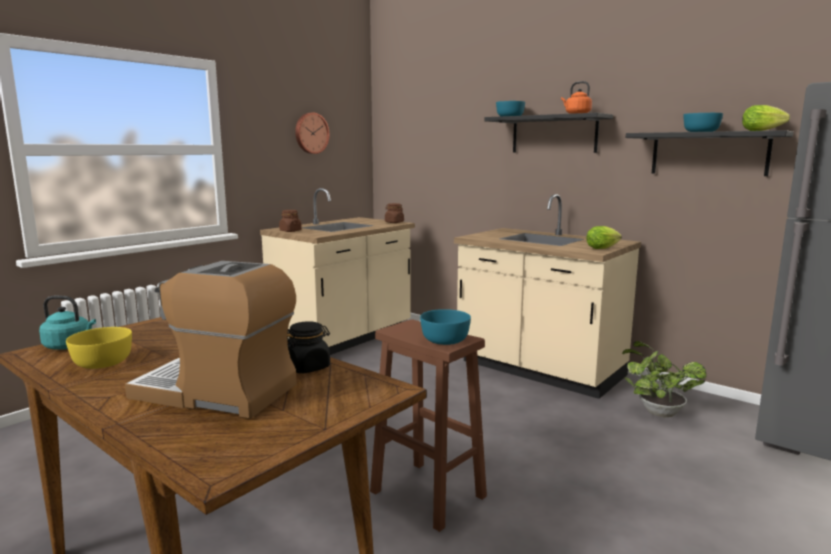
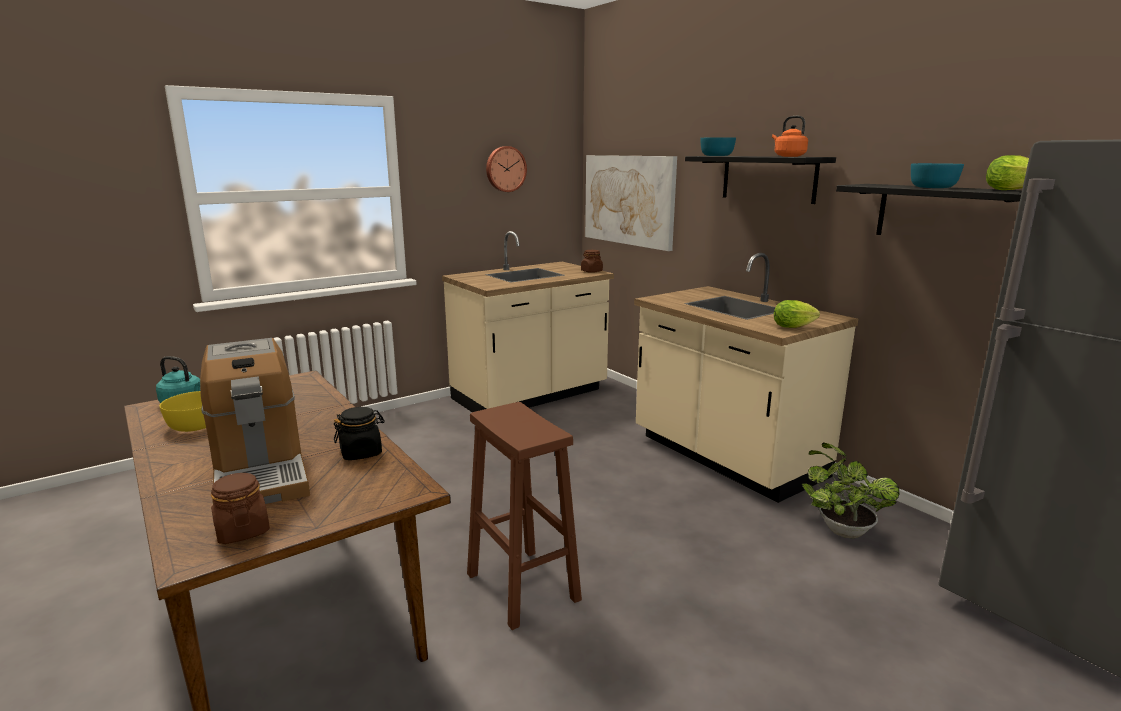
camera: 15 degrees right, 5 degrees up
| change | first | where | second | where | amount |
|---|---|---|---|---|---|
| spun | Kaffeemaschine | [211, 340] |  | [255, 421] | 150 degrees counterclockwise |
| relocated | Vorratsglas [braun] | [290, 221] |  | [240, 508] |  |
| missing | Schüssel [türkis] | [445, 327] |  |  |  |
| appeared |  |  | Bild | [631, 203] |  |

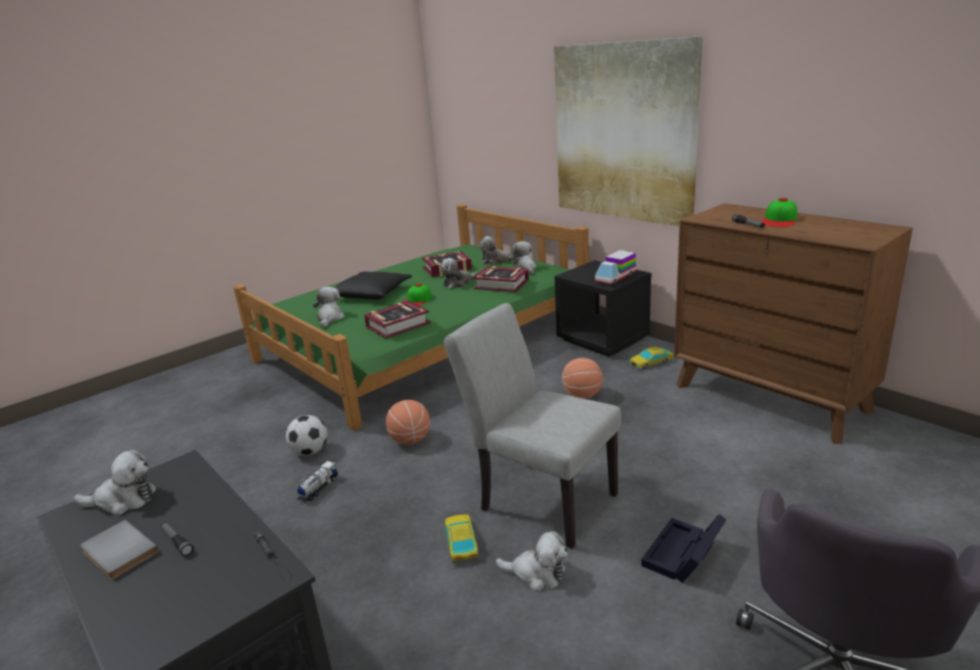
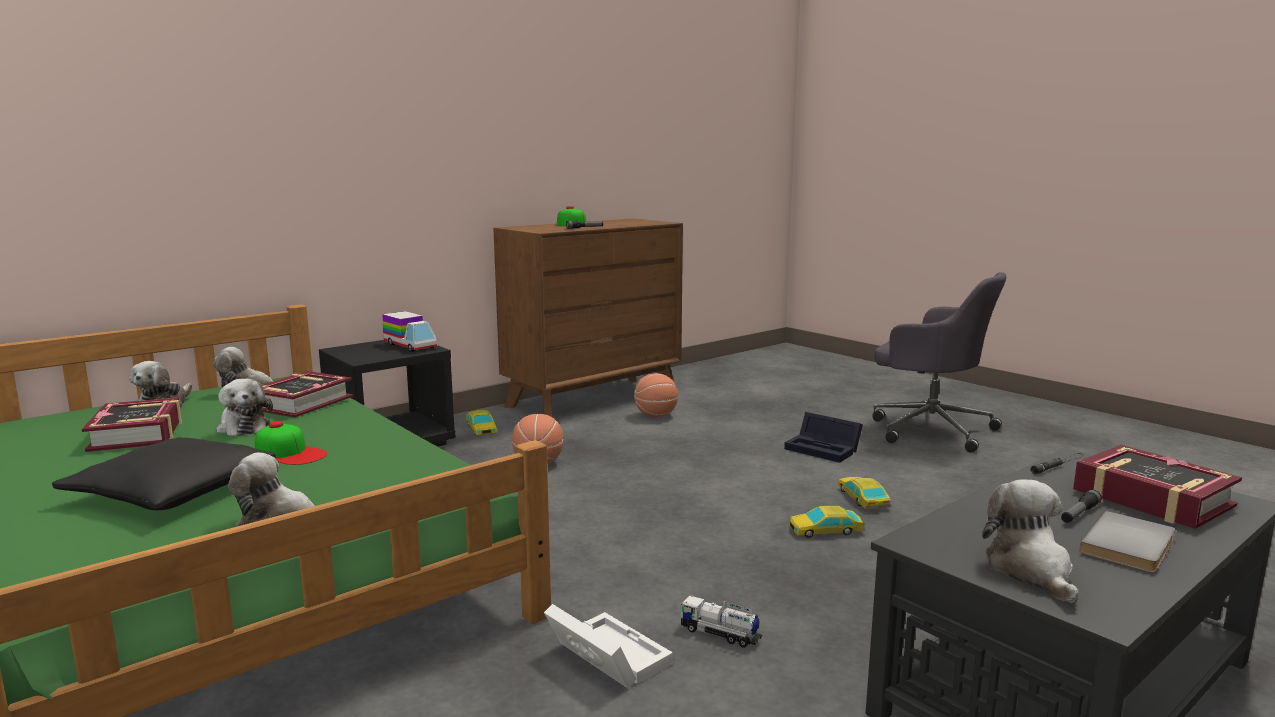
camera: 90 degrees left, 10 degrees down
| change | first | where | second | where | amount |
|---|---|---|---|---|---|
| exchanged | Fußball | [306, 435] | Aufbewahrungsbox [weiß] | [608, 646] |  |
| relocated | Buch | [397, 320] |  | [1157, 487] |  |
| relocated | Basketball | [408, 422] |  | [656, 395] |  |
| missing | Stuhl [grau] | [532, 426] |  |  |  |
| exchanged | Plüschtier | [532, 561] | Spielzeugauto | [864, 493] |  |
| missing | Bild | [628, 131] |  |  |  |

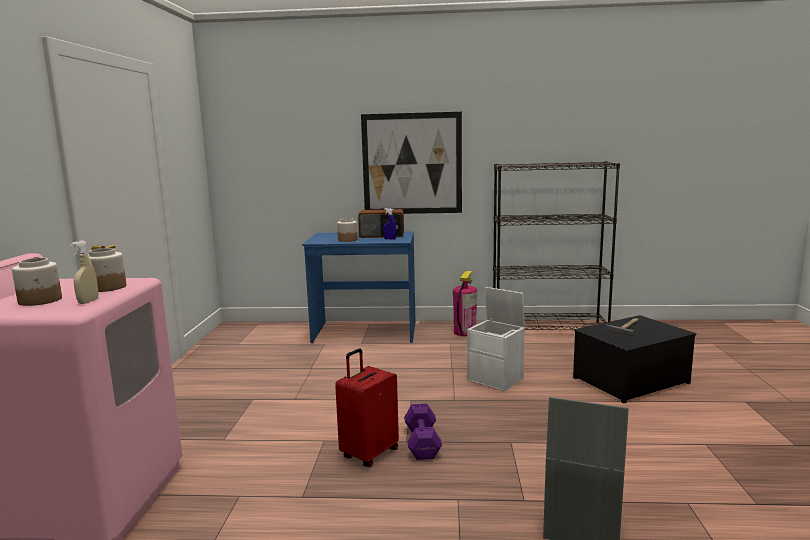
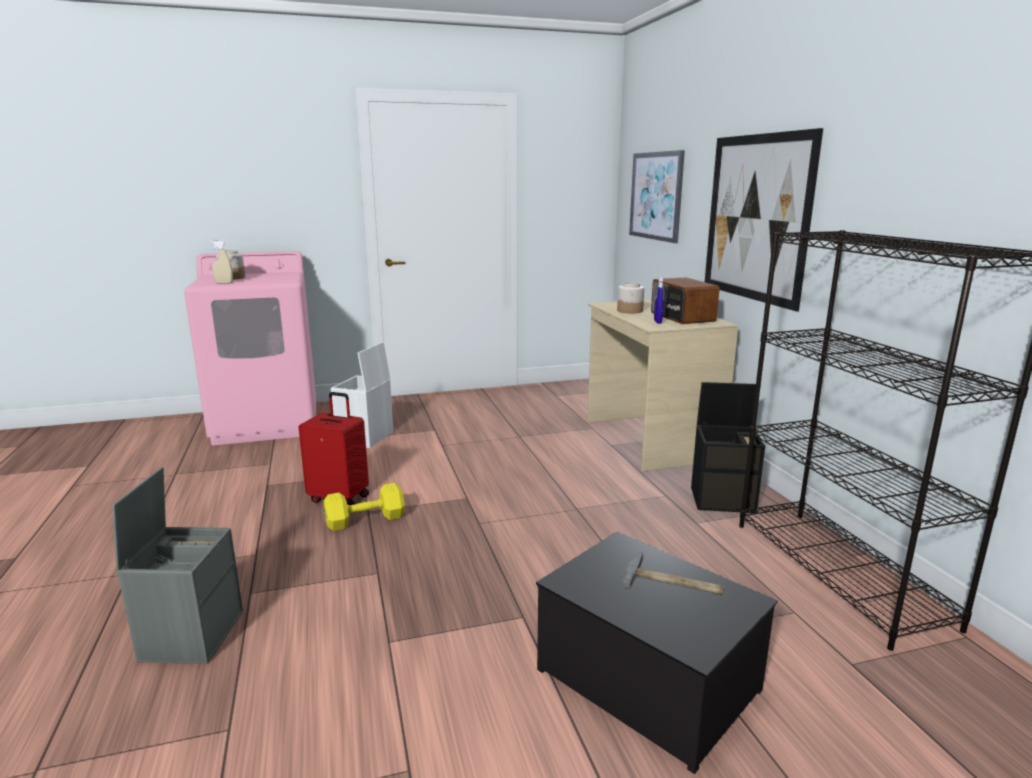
camera: 70 degrees right, 5 degrees up
| change | first | where | second | where | amount |
|---|---|---|---|---|---|
| missing | Vorratsglas | [107, 270] |  |  |  |
| colour | Schreibtisch [blau] | [358, 287] | Schreibtisch [beige] | [662, 385] |  |
| colour | Hantel [lila] | [423, 432] | Hantel [gelb] | [364, 507] |  |
| exchanged | Feuerlöscher | [465, 303] | Aufbewahrungsbox [schwarz] | [728, 447] |  |
| relocated | Aufbewahrungsbox [weiß] | [496, 339] |  | [362, 395] |  |
| appeared |  |  | Bild | [657, 196] |  |

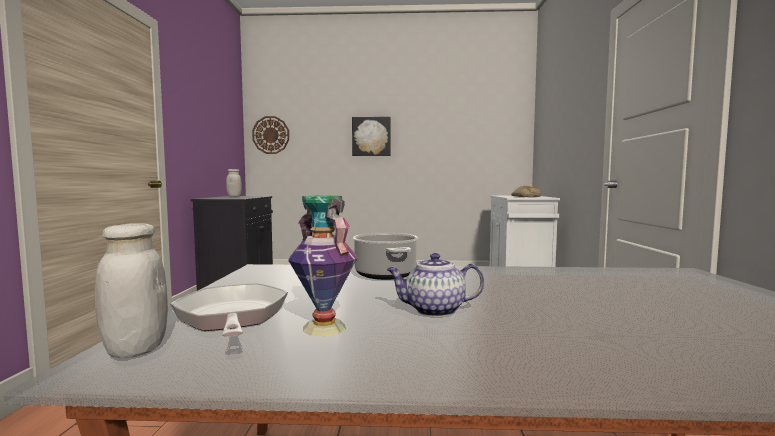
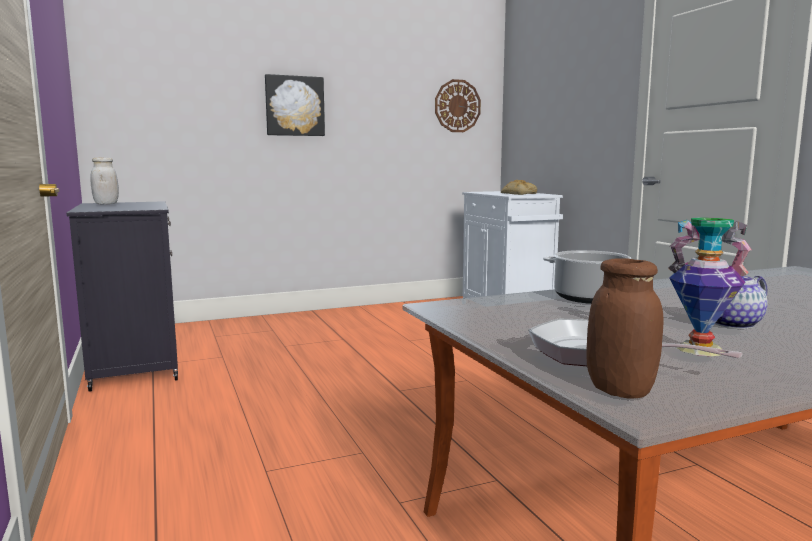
camera: 25 degrees left, 5 degrees up
| change | first | where | second | where | amount |
|---|---|---|---|---|---|
| colour | Vorratsglas [weiß] | [131, 290] | Vorratsglas [braun] | [625, 328] |  |
| relocated | Wanduhr | [270, 135] |  | [458, 105] |  |

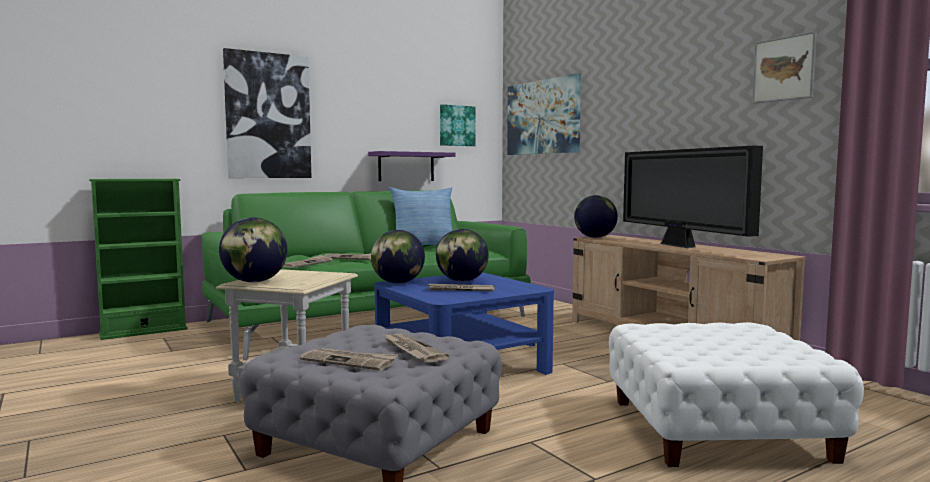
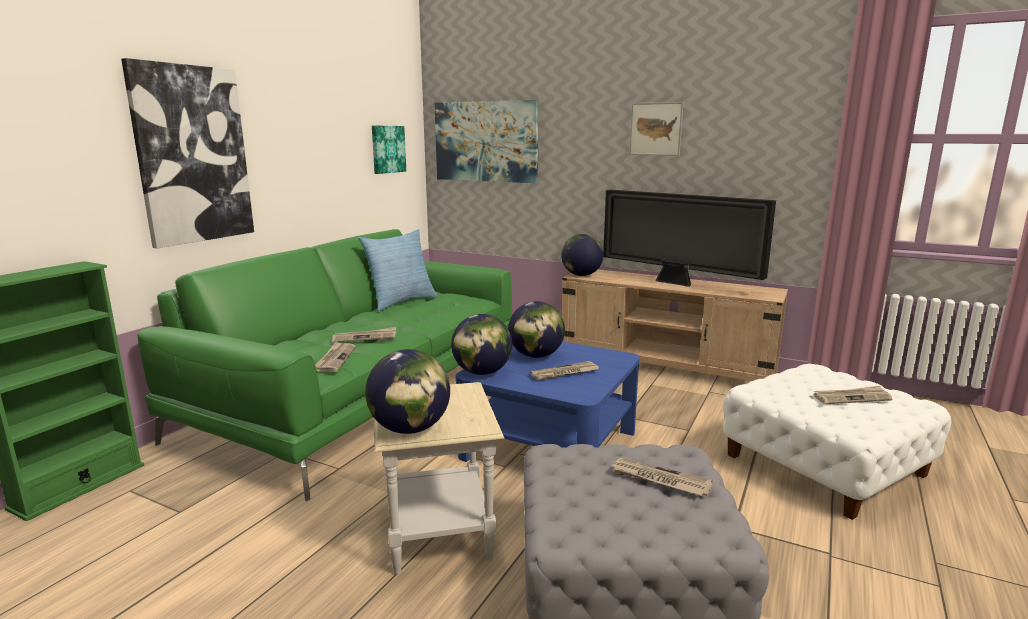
camera: 30 degrees left, 10 degrees up
| change | first | where | second | where | amount |
|---|---|---|---|---|---|
| relocated | Zeitung | [349, 359] |  | [852, 395] |  |
| missing | Wandregal [lila] | [411, 166] |  |  |  |
| relocated | Bild | [784, 67] |  | [657, 129] |  |

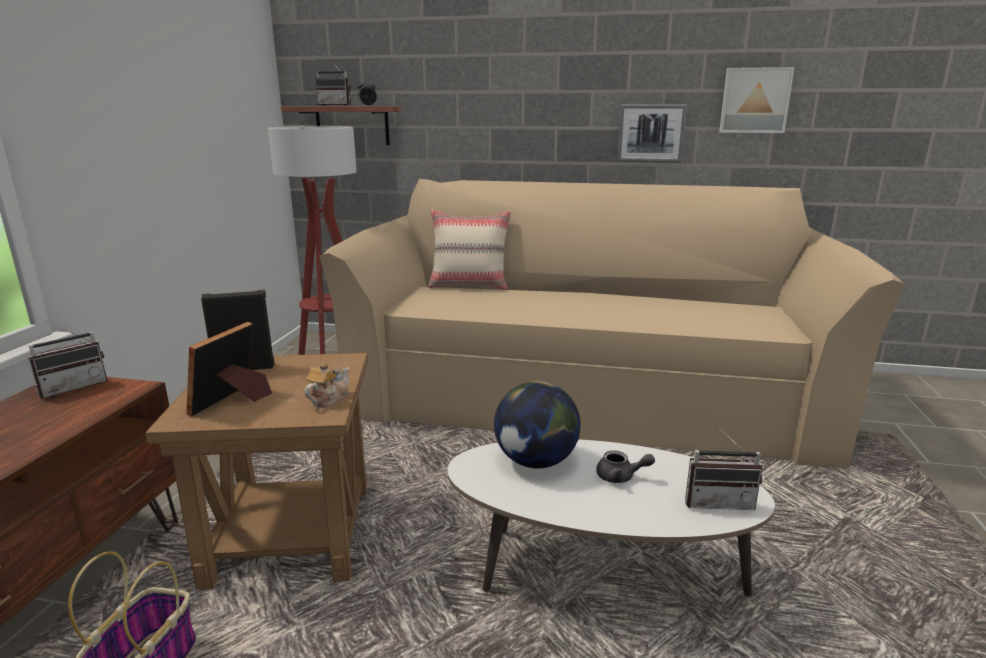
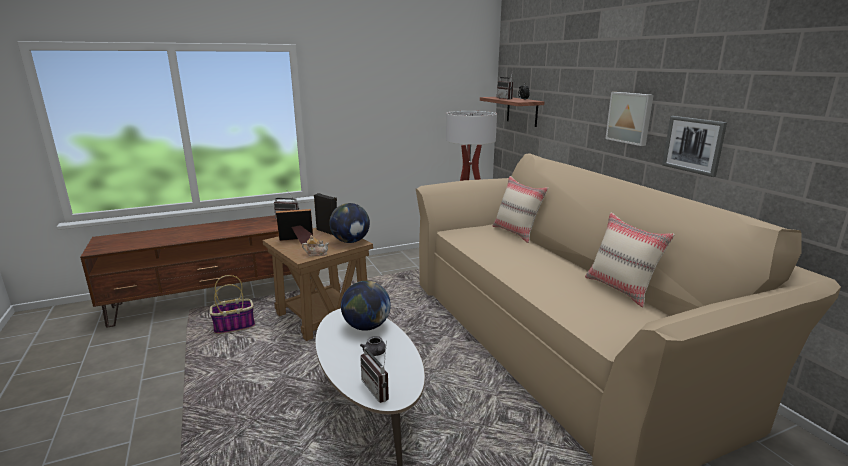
camera: 55 degrees right, 0 degrees up
| change | first | where | second | where | amount |
|---|---|---|---|---|---|
| relocated | Bild | [757, 100] |  | [629, 119] |  |
| appeared |  |  | Globus | [349, 223] |  |
| appeared |  |  | Kissen [beige] | [630, 260] |  |

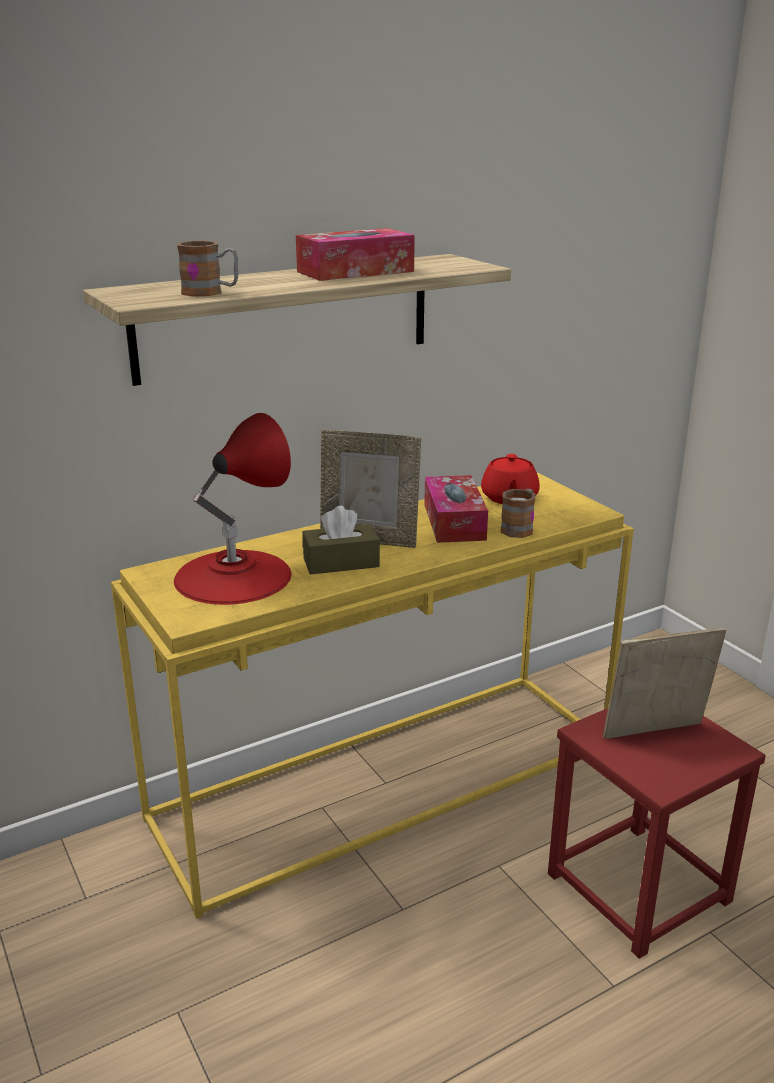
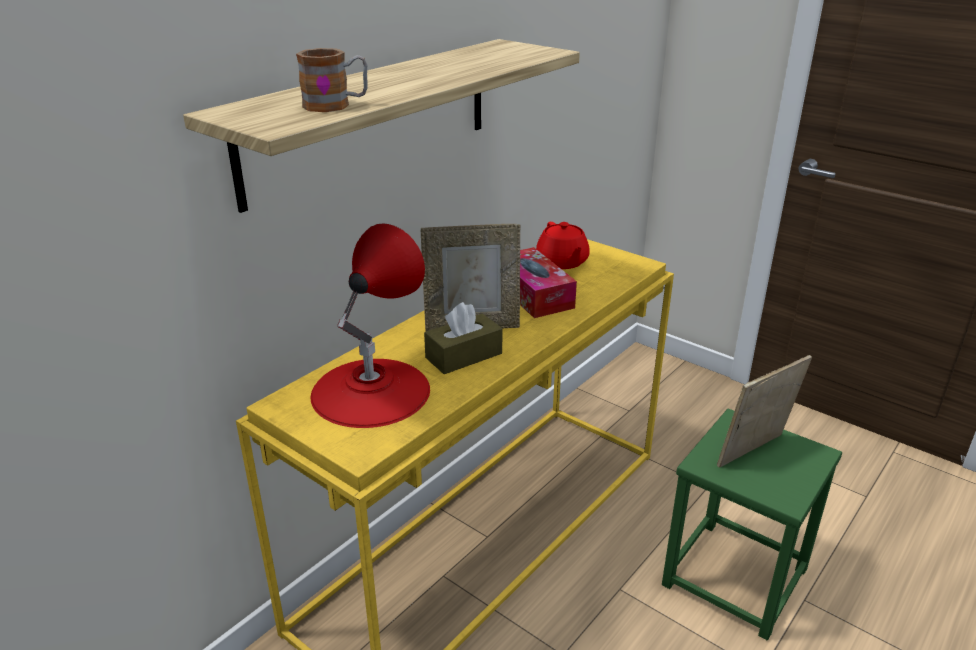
camera: 20 degrees left, 5 degrees up
| change | first | where | second | where | amount |
|---|---|---|---|---|---|
| missing | Taschentuchbox | [355, 254] |  |  |  |
| missing | Henkelbecher | [517, 513] |  |  |  |
| colour | Hocker [rot] | [657, 833] | Hocker [grün] | [752, 524] |  |

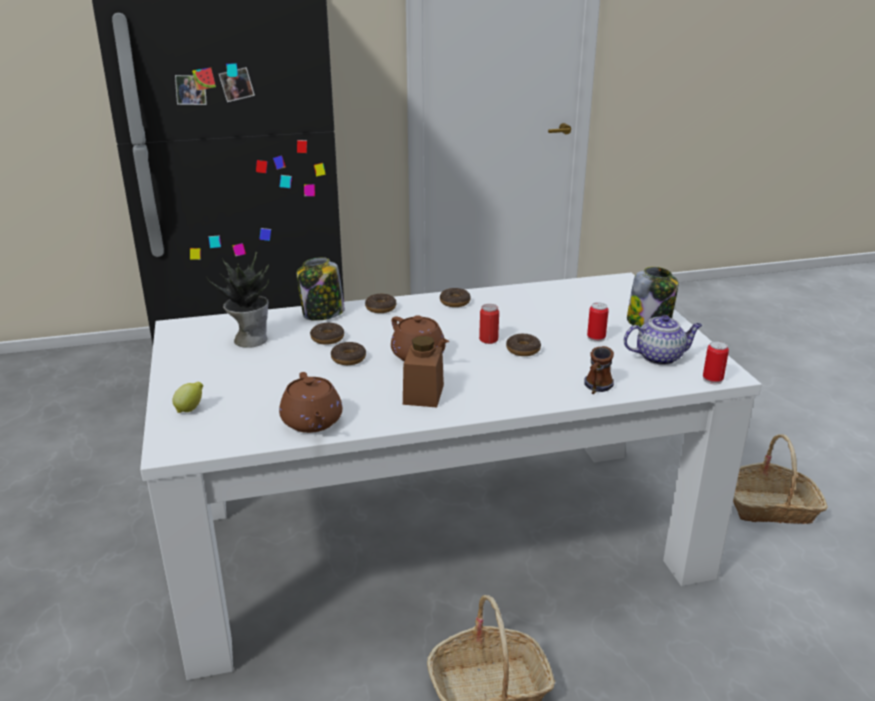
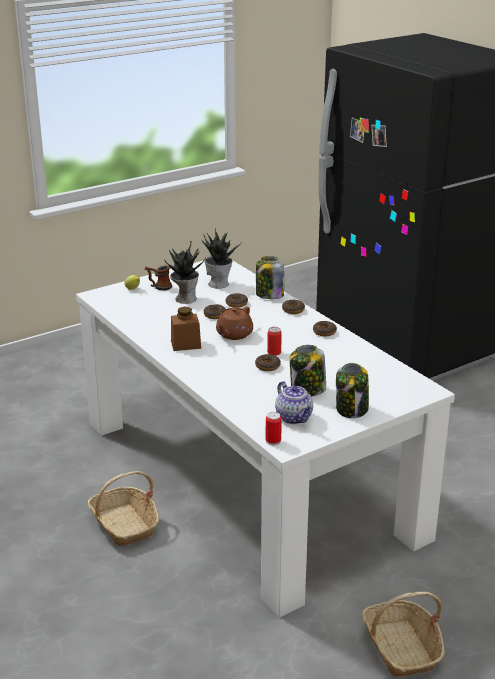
camera: 70 degrees right, 0 degrees up
| change | first | where | second | where | amount |
|---|---|---|---|---|---|
| missing | Teekanne [braun] | [310, 402] |  |  |  |
| relocated | Henkelbecher | [599, 370] |  | [158, 277] |  |
| exchanged | Dose | [598, 322] | Vorratsglas | [308, 371] |  |
| appeared |  |  | Topfpflanze | [185, 272] |  |

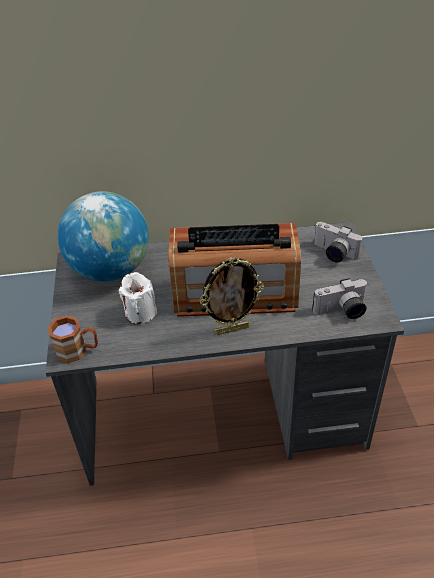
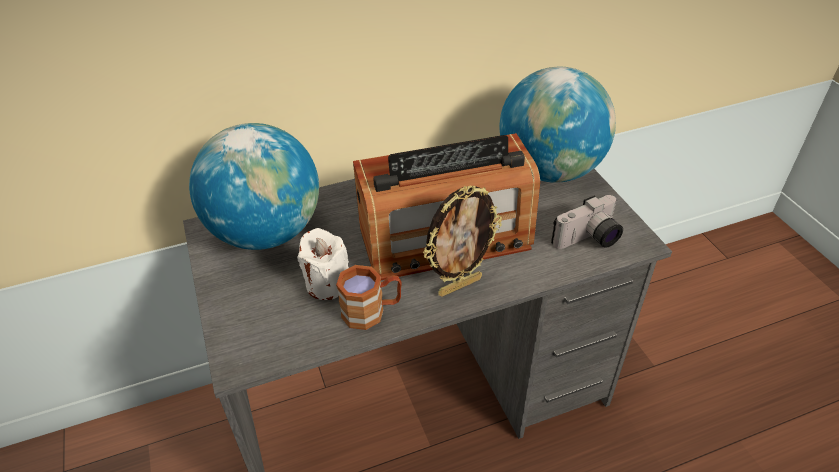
camera: 15 degrees left, 0 degrees up
| change | first | where | second | where | amount |
|---|---|---|---|---|---|
| relocated | Henkelbecher [braun] | [73, 339] |  | [369, 297] |  |
| exchanged | Kamera | [338, 242] | Globus | [558, 125] |  |

